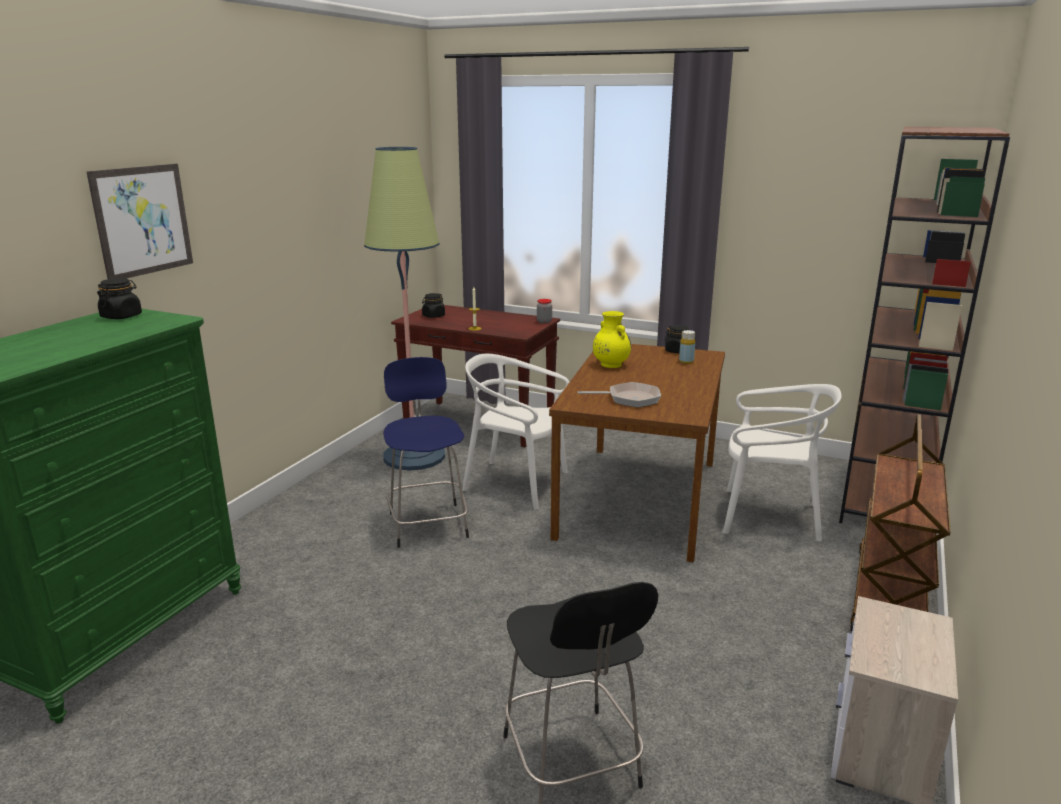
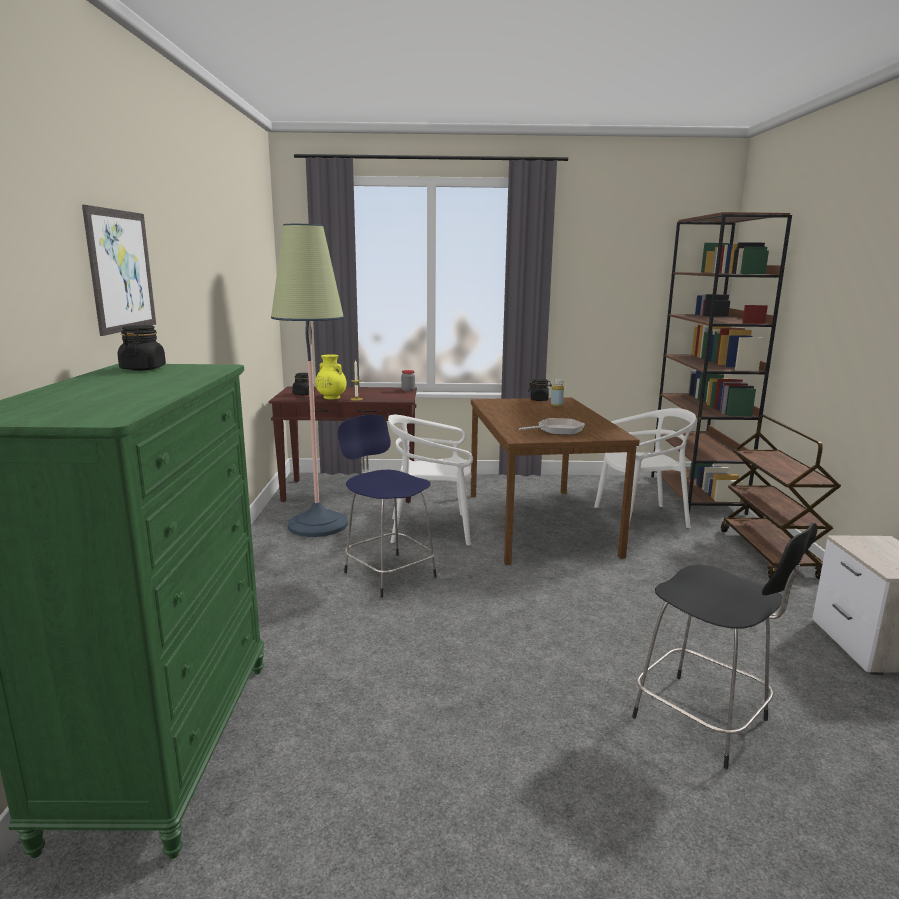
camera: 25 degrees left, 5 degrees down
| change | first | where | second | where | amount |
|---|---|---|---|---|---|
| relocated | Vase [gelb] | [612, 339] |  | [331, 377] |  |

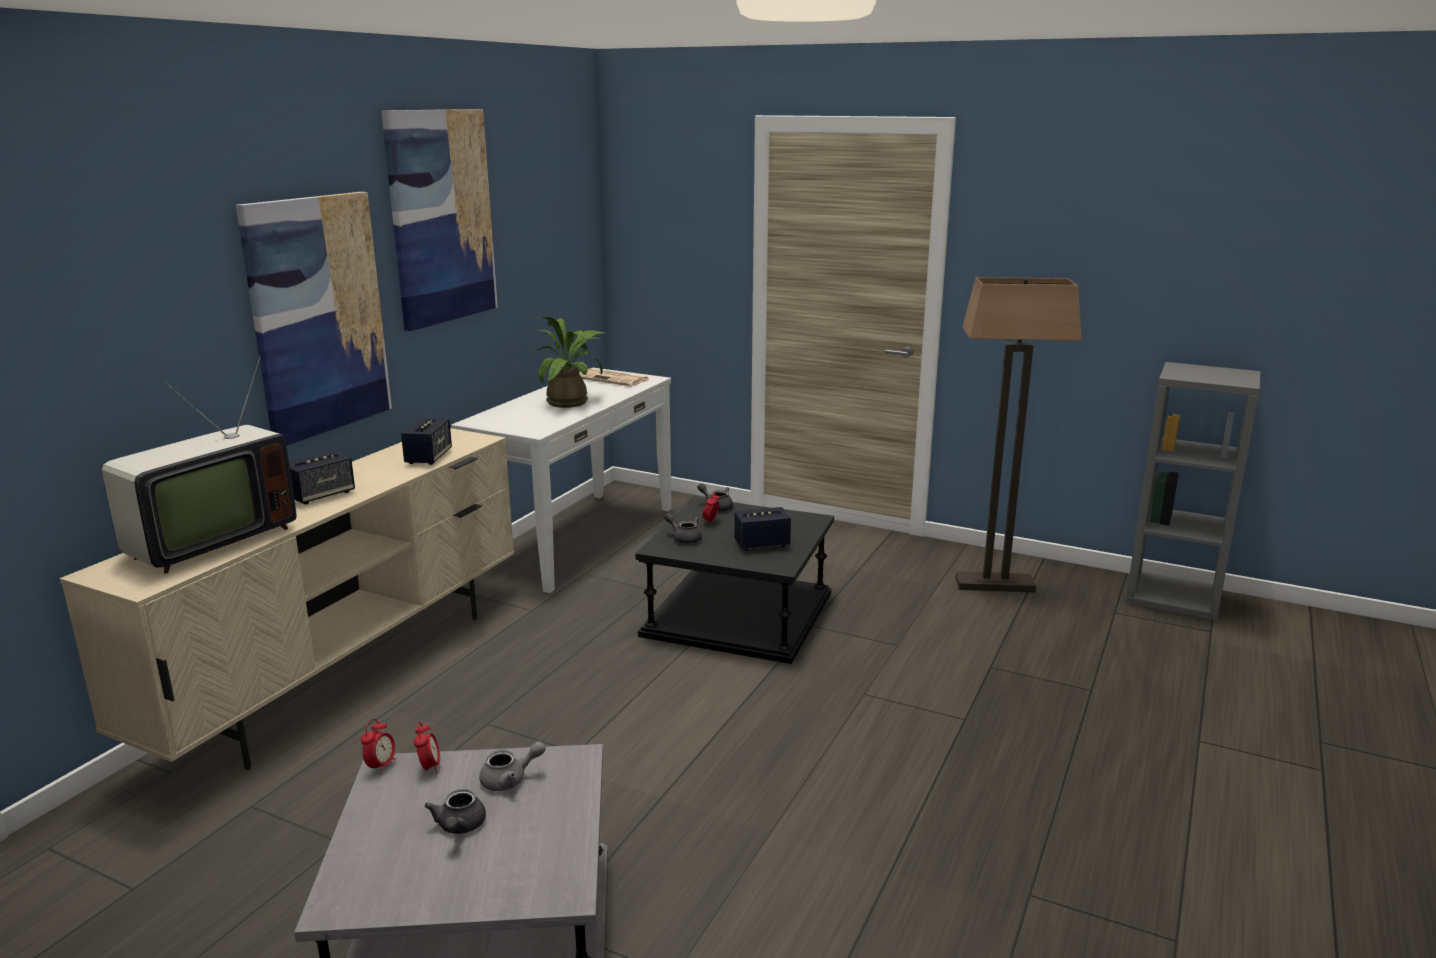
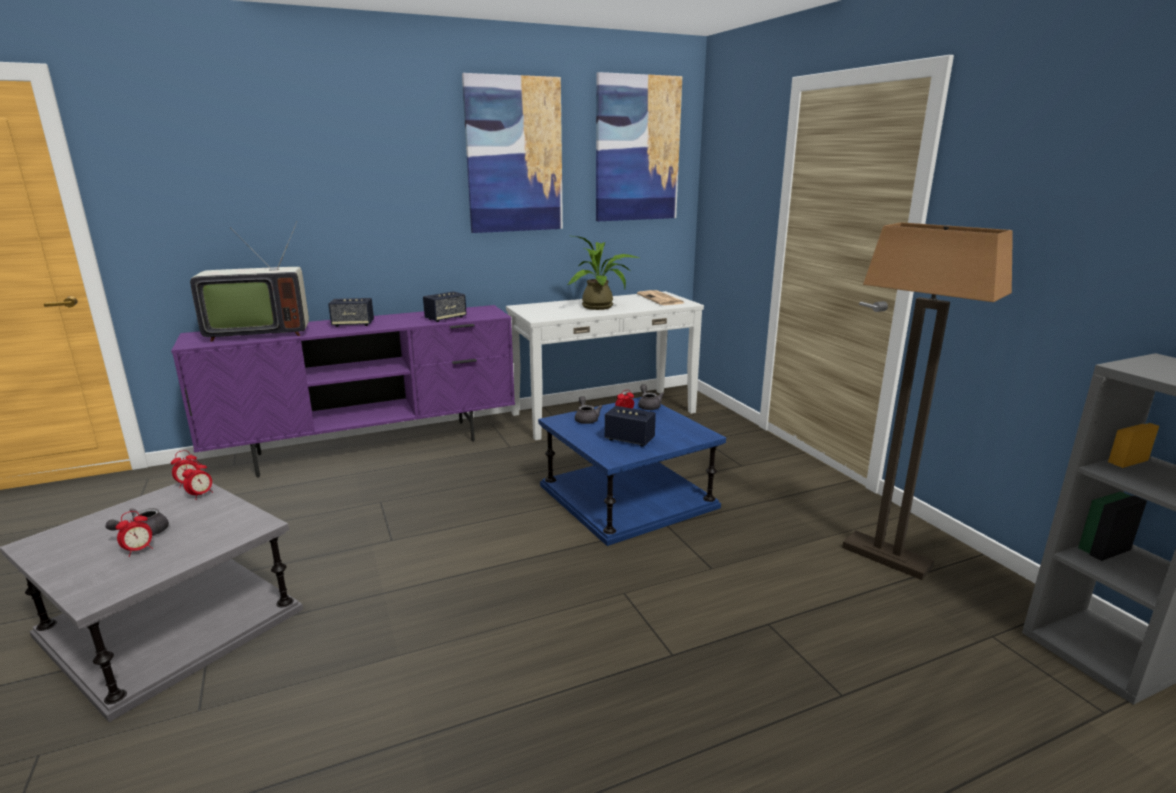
camera: 40 degrees right, 0 degrees up
| change | first | where | second | where | amount |
|---|---|---|---|---|---|
| colour | Fernsehschrank [beige] | [287, 599] | Fernsehschrank [lila] | [343, 391] |  |
| relocated | Bild | [314, 319] |  | [639, 146] |  |
| missing | Teekanne [grau] | [512, 766] |  |  |  |
| colour | Beistelltisch [schwarz] | [734, 581] | Beistelltisch [blau] | [632, 471] |  |
| appeared |  |  | Wecker | [134, 534] |  |

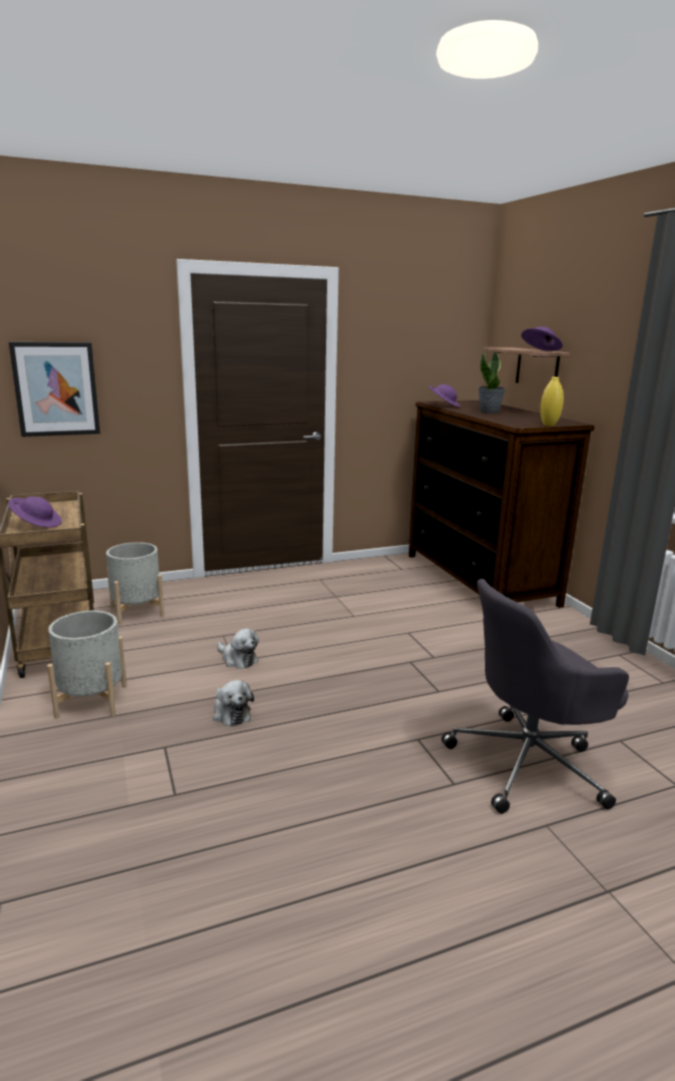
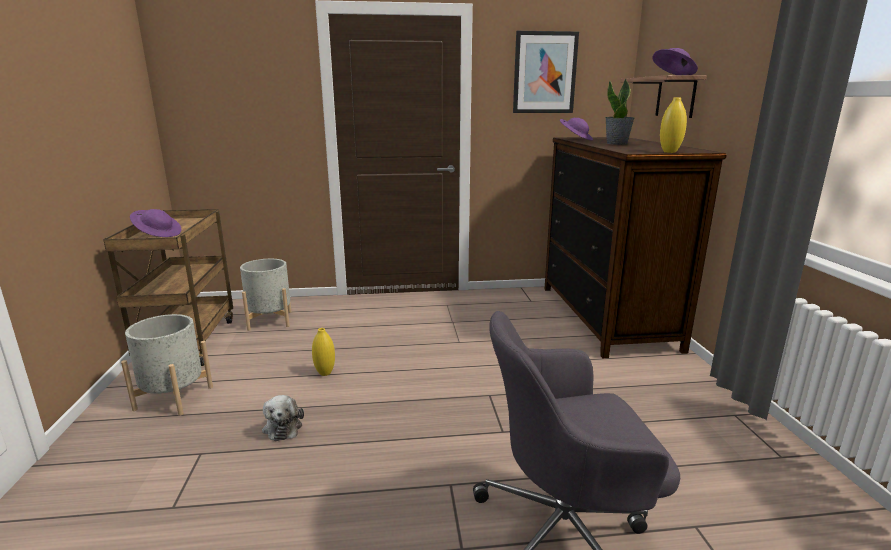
camera: 15 degrees right, 0 degrees up
| change | first | where | second | where | amount |
|---|---|---|---|---|---|
| relocated | Bild | [54, 389] |  | [546, 72] |  |
| exchanged | Plüschtier | [238, 648] | Vase [gelb] | [323, 352] |  |

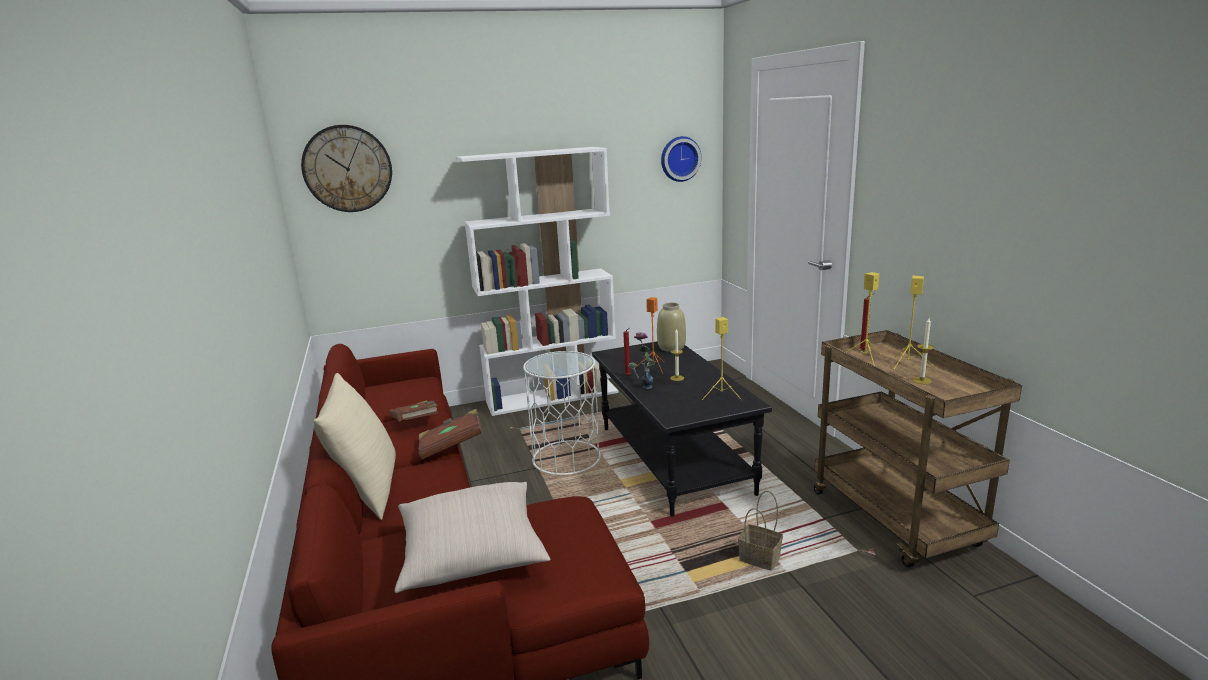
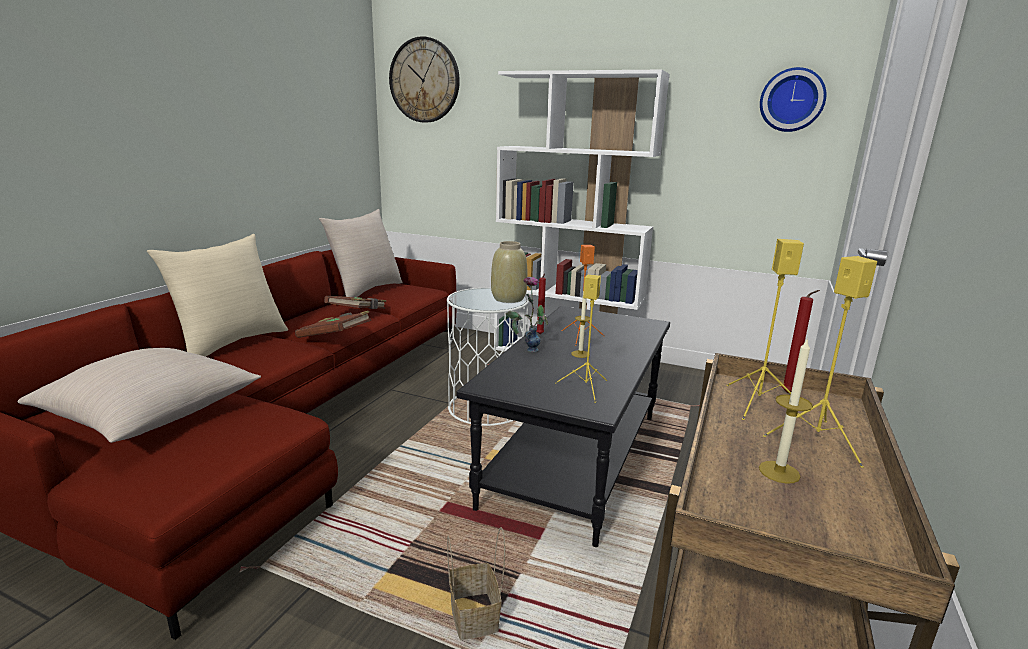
camera: 40 degrees right, 0 degrees up
| change | first | where | second | where | amount |
|---|---|---|---|---|---|
| relocated | Vase [beige] | [671, 327] |  | [509, 272] |  |
| appeared |  |  | Kissen [beige] | [361, 253] |  |

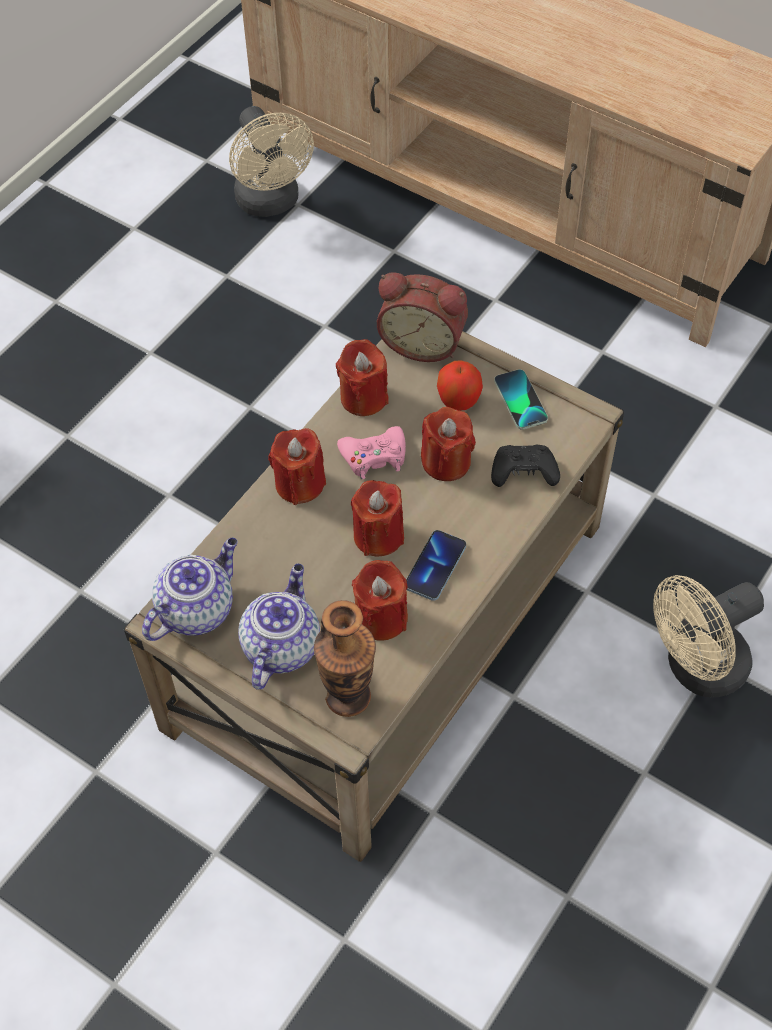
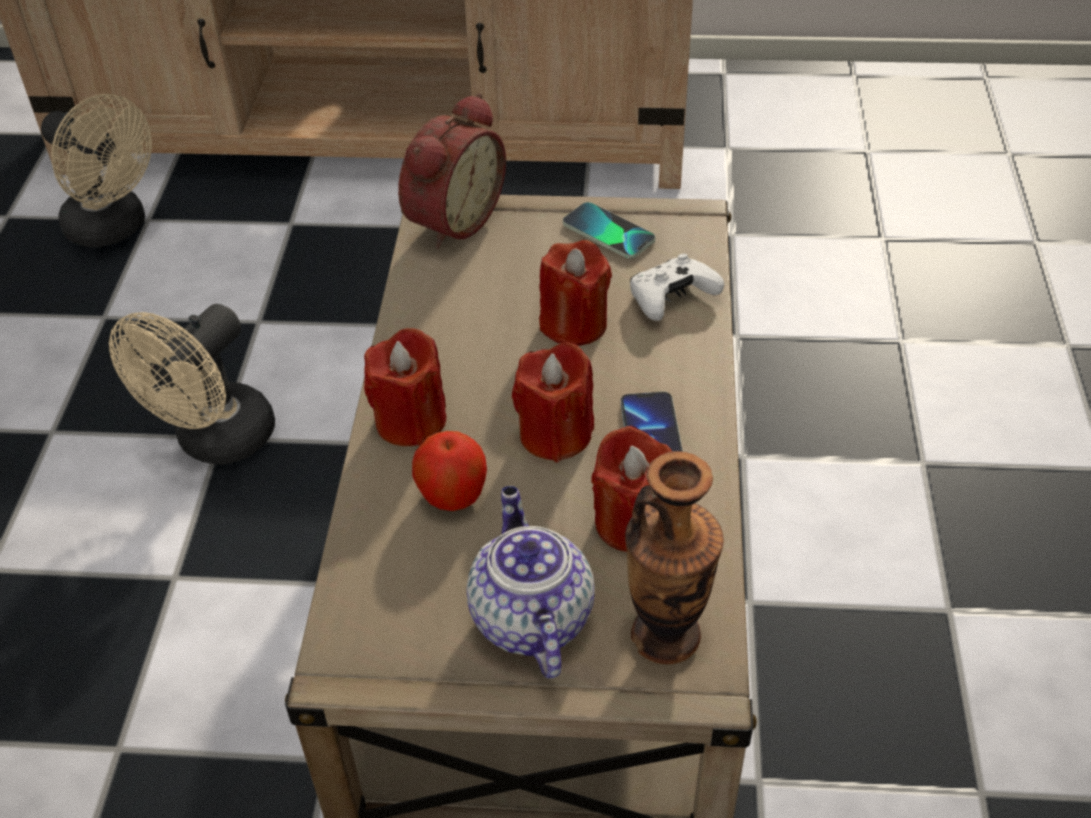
camera: 30 degrees left, 10 degrees down
| change | first | where | second | where | amount |
|---|---|---|---|---|---|
| missing | Teekanne | [190, 589] |  |  |  |
| missing | Kerze [rot] | [362, 377] |  |  |  |
| missing | Gamepad [rosa] | [371, 452] |  |  |  |
| spun | Wecker | [422, 317] |  | [452, 171] | 45 degrees counterclockwise |
| relocated | Apfel | [460, 385] |  | [449, 471] |  |
| colour | Gamepad [schwarz] | [525, 465] | Gamepad [weiß] | [677, 287] |  |
| relocated | Ventilator [beige] | [708, 636] |  | [192, 384] |  |

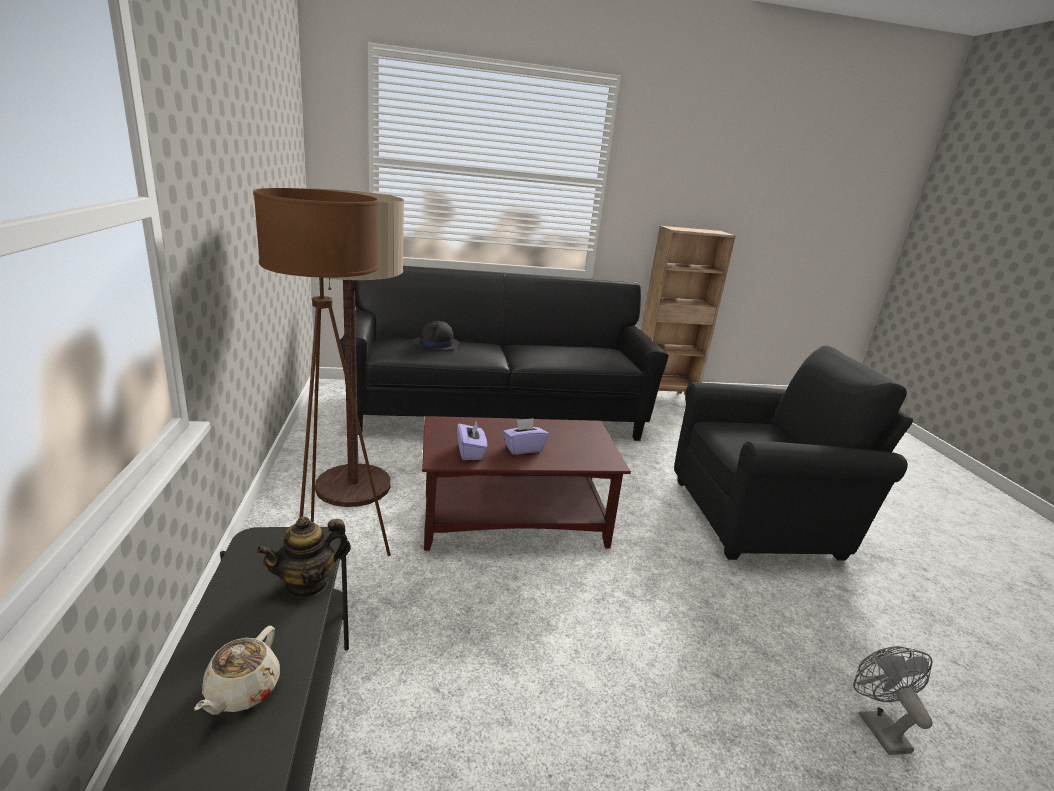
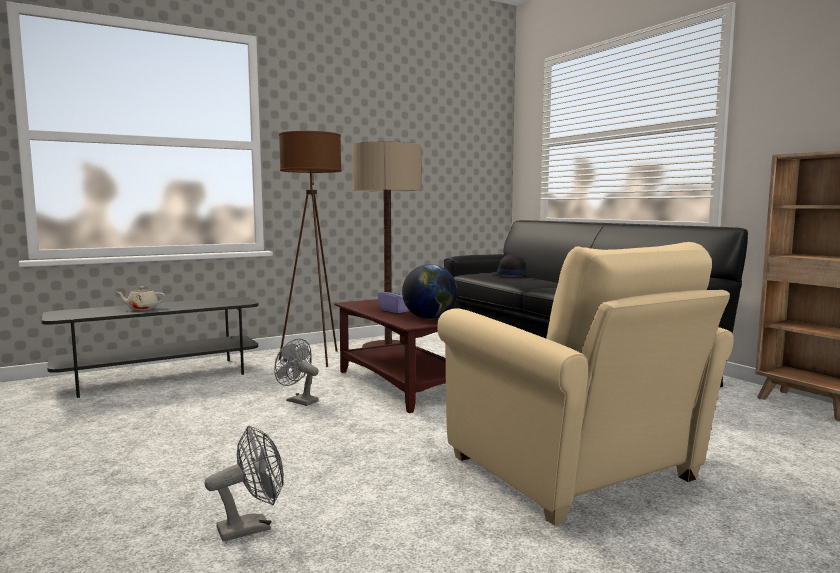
camera: 70 degrees right, 15 degrees down
| change | first | where | second | where | amount |
|---|---|---|---|---|---|
| missing | Teekanne | [303, 557] |  |  |  |
| missing | Taschentuchbox [lila] | [472, 440] |  |  |  |
| colour | Sessel [schwarz] | [793, 453] | Sessel [beige] | [585, 384] |  |
| appeared |  |  | Ventilator [grau] | [296, 372] |  |
| appeared |  |  | Globus | [429, 291] |  |

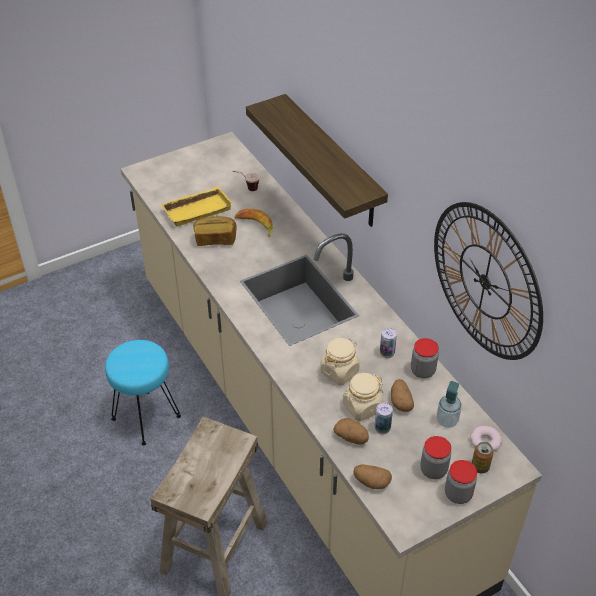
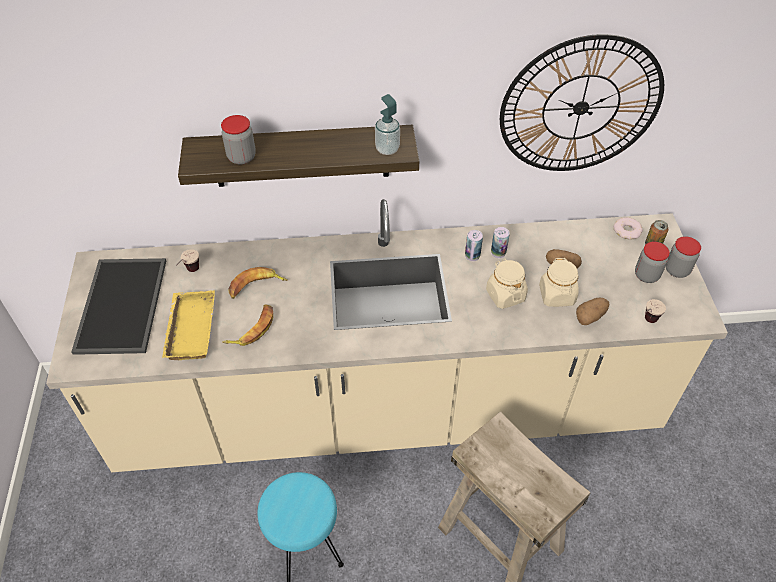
camera: 65 degrees left, 5 degrees up
| change | first | where | second | where | amount |
|---|---|---|---|---|---|
| exchanged | Brot | [215, 231] | Banane | [247, 325] |  |
| exchanged | Kartoffel | [372, 476] | Tasse | [655, 311] |  |
| relocated | Dose | [384, 419] |  | [474, 245] |  |
| relocated | Vorratsglas | [425, 358] |  | [238, 140] |  |
| relocated | Seifenspender | [449, 404] |  | [387, 124] |  |
| appeared |  |  | Tablett | [118, 306] |  |

